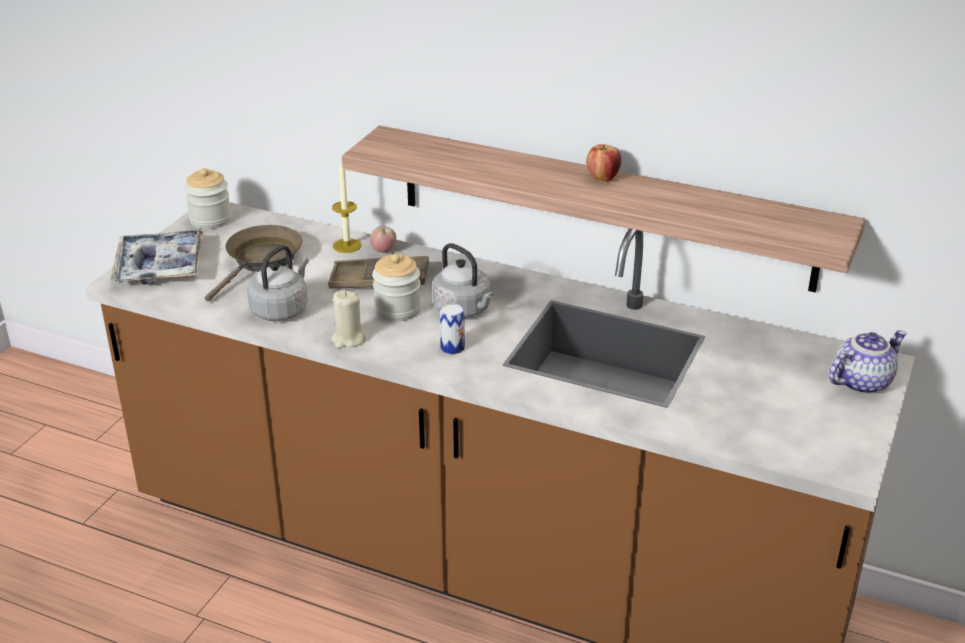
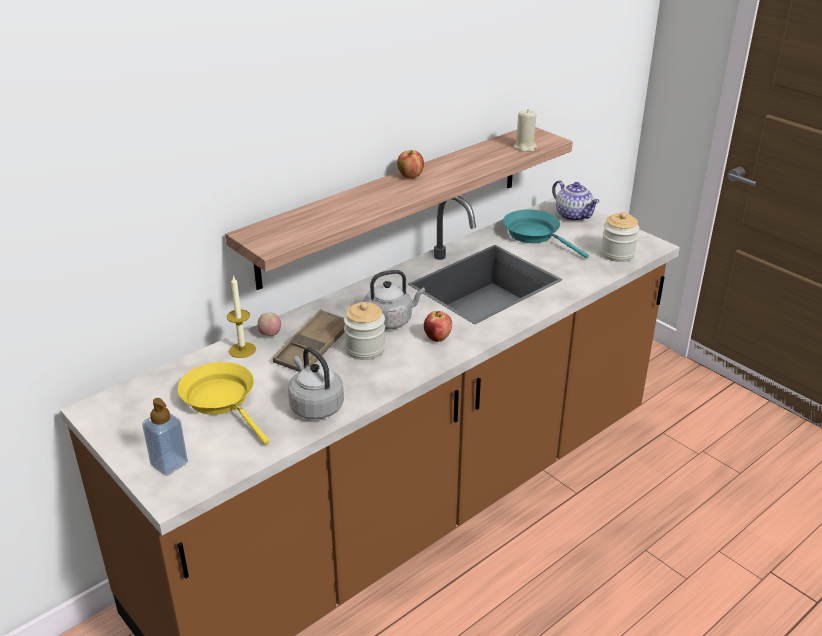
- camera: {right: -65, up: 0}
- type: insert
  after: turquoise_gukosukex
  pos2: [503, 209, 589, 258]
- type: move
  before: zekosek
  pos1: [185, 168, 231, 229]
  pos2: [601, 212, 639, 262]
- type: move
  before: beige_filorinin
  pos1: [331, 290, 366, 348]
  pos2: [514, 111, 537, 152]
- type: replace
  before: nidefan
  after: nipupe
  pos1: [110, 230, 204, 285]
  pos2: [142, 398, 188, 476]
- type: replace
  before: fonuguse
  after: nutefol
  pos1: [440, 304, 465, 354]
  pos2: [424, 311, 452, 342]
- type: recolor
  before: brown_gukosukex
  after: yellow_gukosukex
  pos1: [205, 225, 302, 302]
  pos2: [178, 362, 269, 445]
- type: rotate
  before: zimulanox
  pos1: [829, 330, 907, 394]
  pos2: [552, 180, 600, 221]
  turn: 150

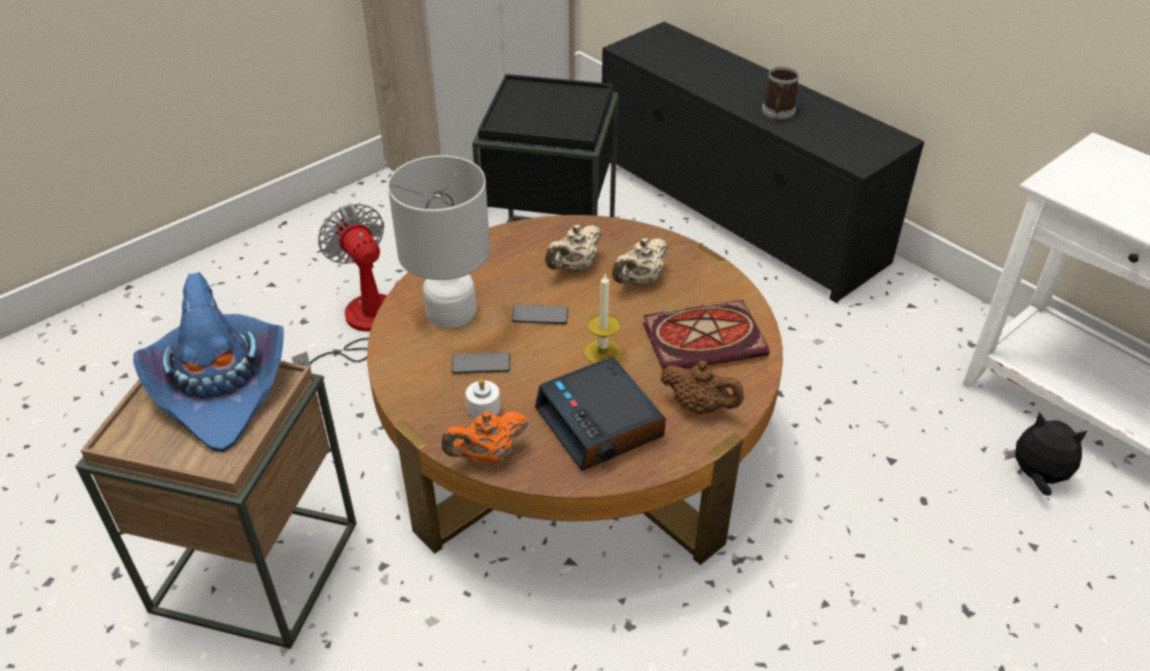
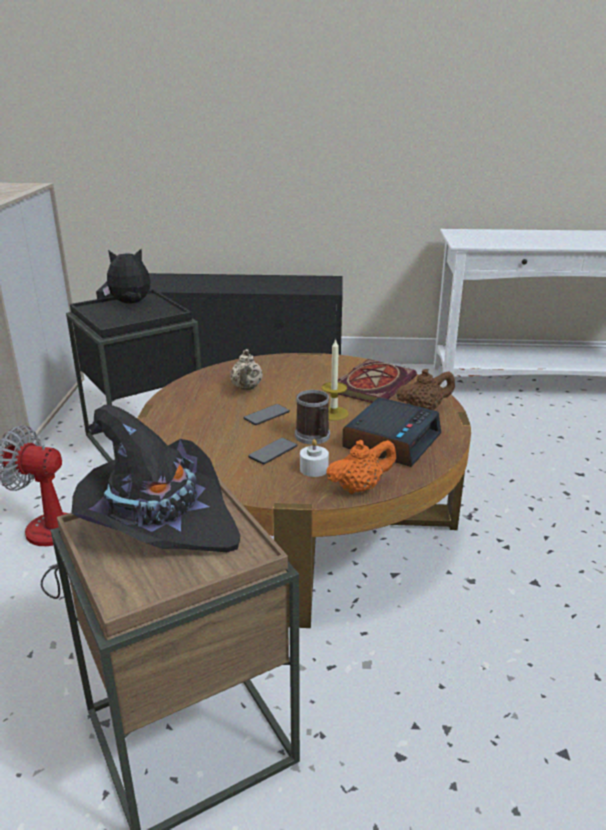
- camera: {right: -45, up: -15}
- type: delete
  before: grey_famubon
  pos1: [388, 155, 490, 328]
- type: delete
  before: beige_zimulanox
  pos1: [612, 238, 668, 286]
- type: move
  before: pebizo
  pos1: [762, 67, 800, 119]
  pos2: [295, 390, 330, 444]
- type: move
  before: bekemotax
  pos1: [1005, 411, 1087, 496]
  pos2: [103, 249, 151, 304]
- type: recolor
  before: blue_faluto
  after: black_faluto
  pos1: [133, 272, 284, 452]
  pos2: [71, 404, 241, 552]
- type: rotate
  before: orange_zimulanox
  pos1: [442, 411, 528, 464]
  pos2: [326, 440, 396, 494]
  turn: -135
- type: rotate
  before: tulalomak
  pos1: [535, 357, 666, 471]
  pos2: [342, 398, 441, 467]
  turn: -75

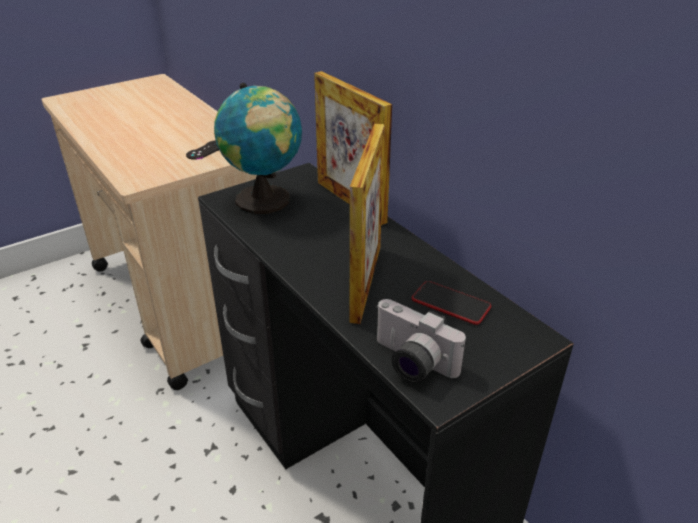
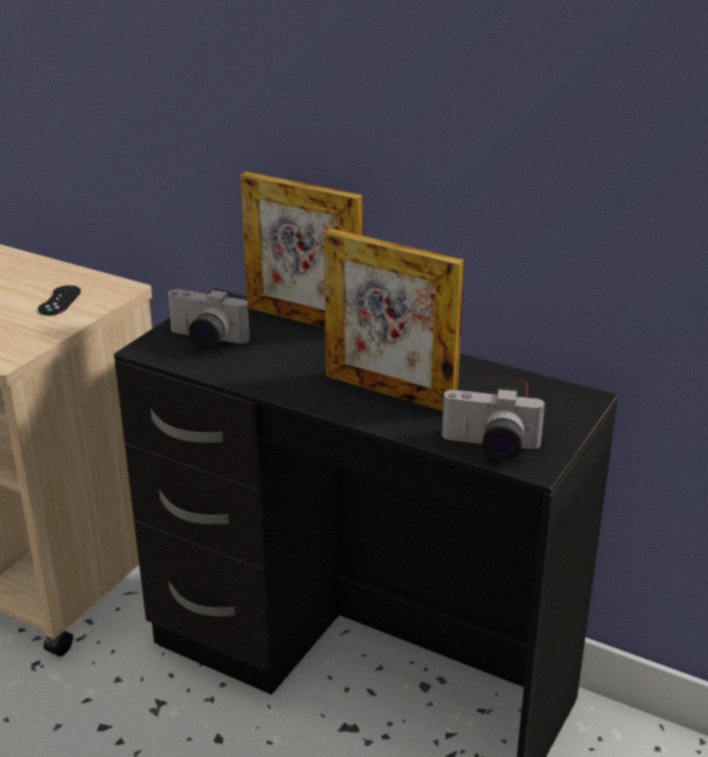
- camera: {right: -25, up: -5}
- type: replace
  before: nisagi
  after: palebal
  pos1: [214, 83, 302, 214]
  pos2: [166, 289, 250, 349]
- type: rotate
  before: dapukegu
  pos1: [350, 124, 385, 324]
  pos2: [324, 228, 465, 412]
  turn: 135

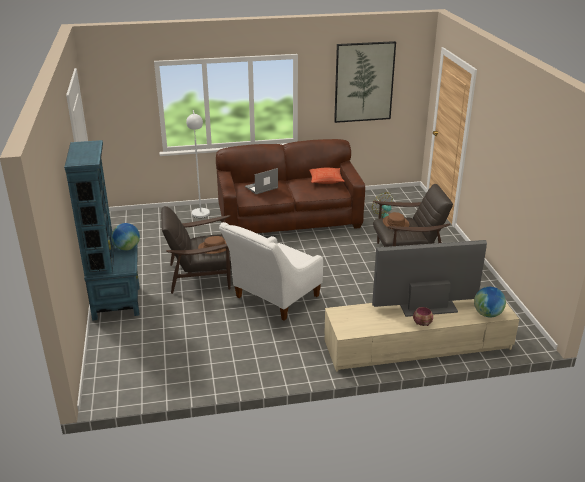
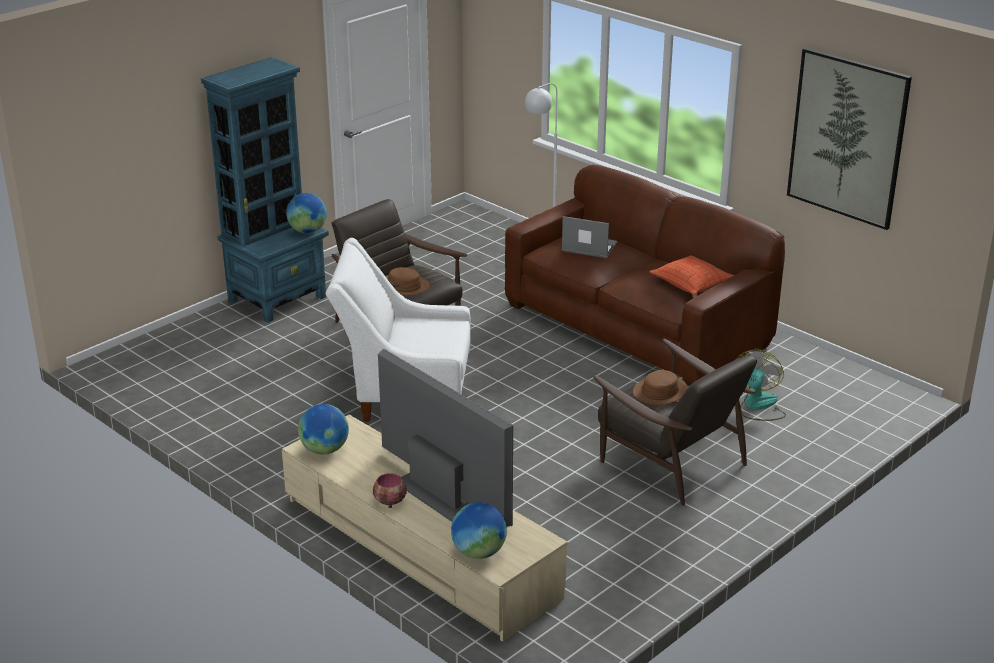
- camera: {right: 55, up: 0}
- type: insert
  after: nisagi
  pos2: [298, 404, 349, 455]

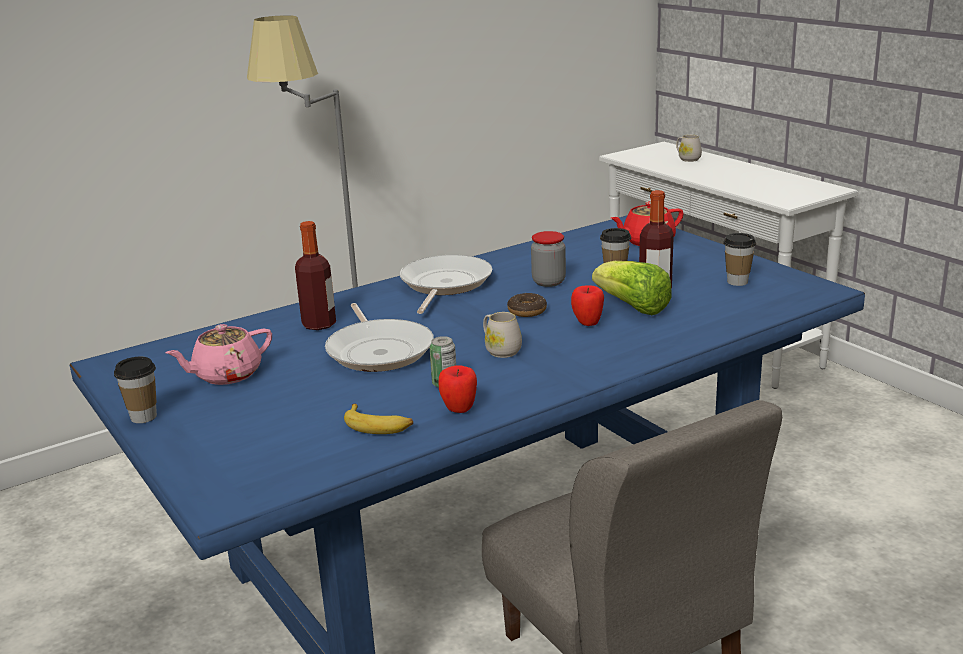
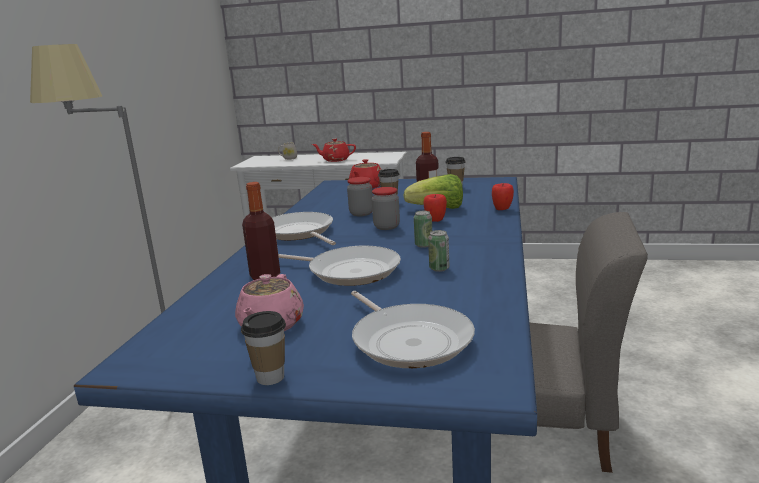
- camera: {right: -45, up: -5}
- type: delete
  before: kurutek
  pos1: [344, 404, 413, 434]
- type: insert
  after: red_zimulanox
  pos2: [312, 138, 356, 162]
- type: insert
  after: gukosukex
  pos2: [351, 291, 475, 368]
- type: move
  before: nutefol
  pos1: [439, 365, 477, 413]
  pos2: [492, 183, 514, 210]
- type: replace
  before: white_pebizo
  after: fonuguse
  pos1: [483, 312, 522, 358]
  pos2: [414, 211, 432, 248]
- type: replace
  before: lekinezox
  after: zekosek
  pos1: [507, 293, 547, 317]
  pos2: [372, 187, 400, 230]

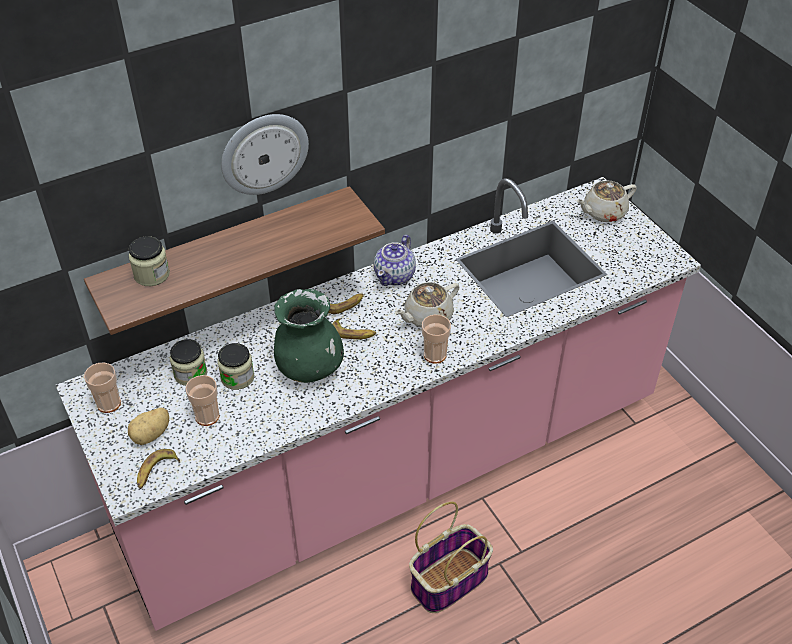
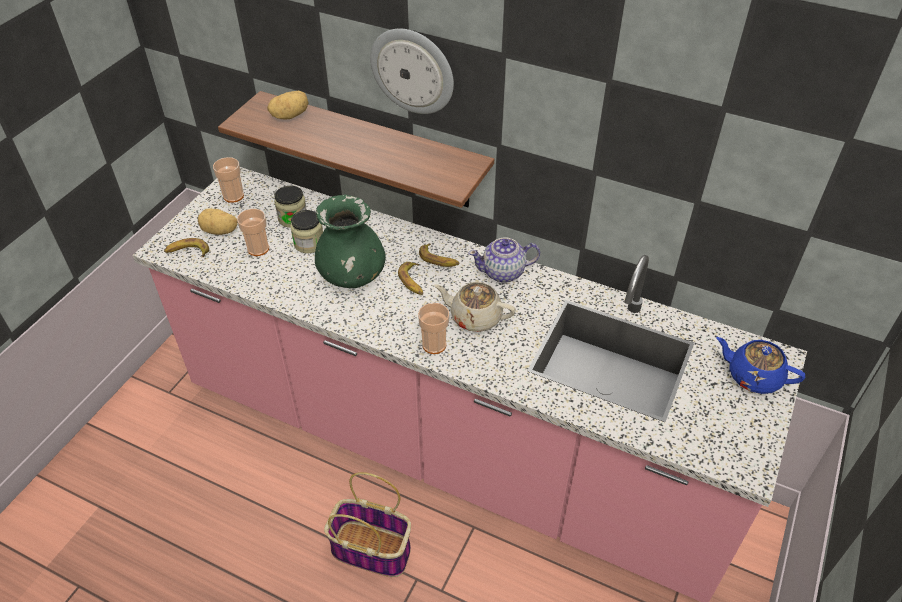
- camera: {right: 55, up: 0}
- type: replace
  before: zekosek
  after: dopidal
  pos1: [129, 236, 170, 286]
  pos2: [267, 91, 308, 120]
- type: recolor
  before: beige_zimulanox
  after: blue_zimulanox
  pos1: [576, 180, 637, 222]
  pos2: [716, 337, 805, 394]

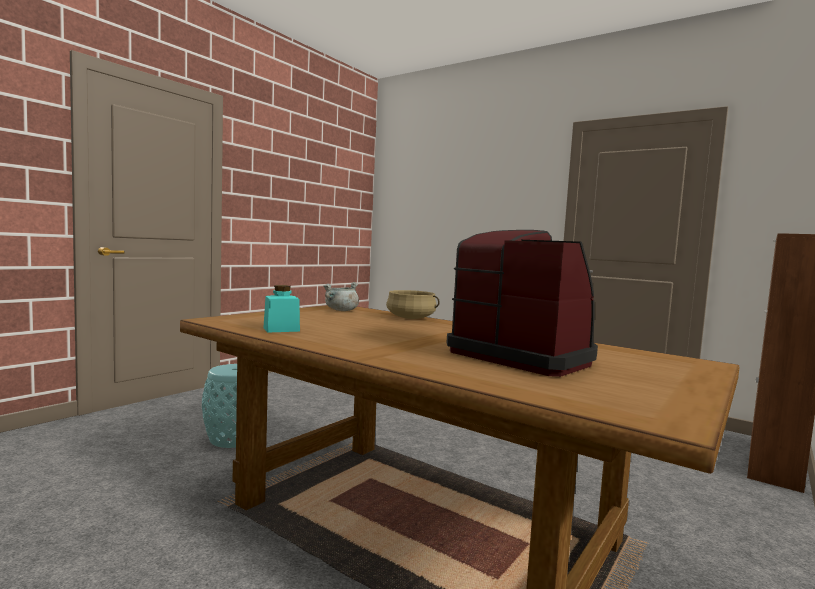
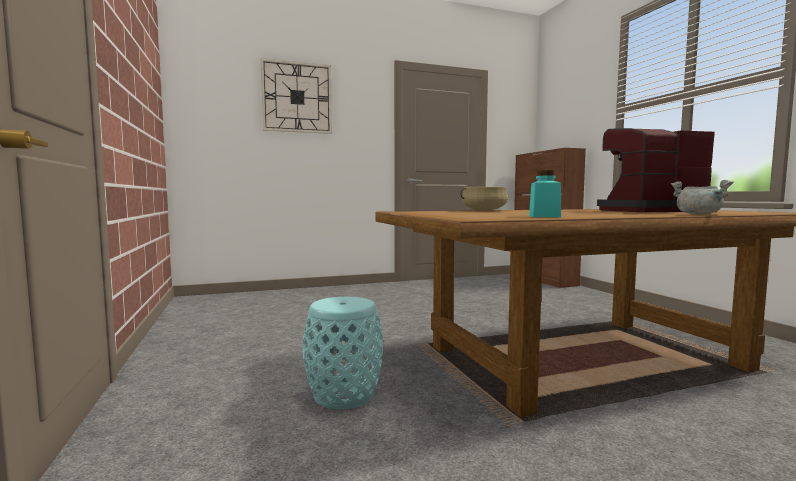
- camera: {right: -55, up: 0}
- type: insert
  after: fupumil
  pos2: [261, 58, 332, 134]
- type: move
  before: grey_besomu
  pos1: [323, 282, 359, 311]
  pos2: [671, 180, 734, 214]

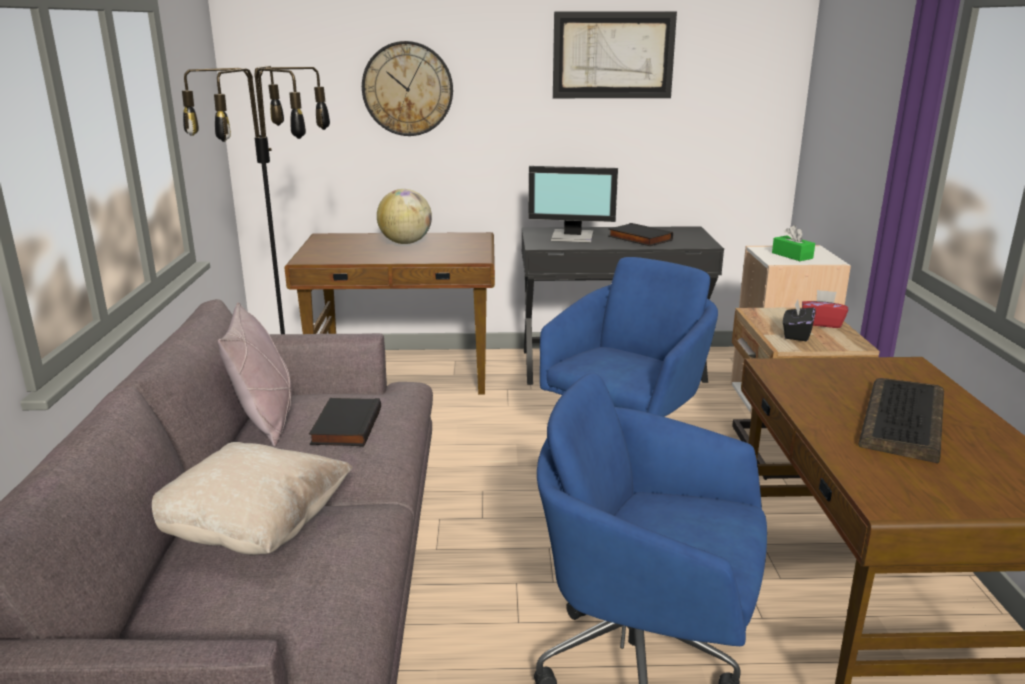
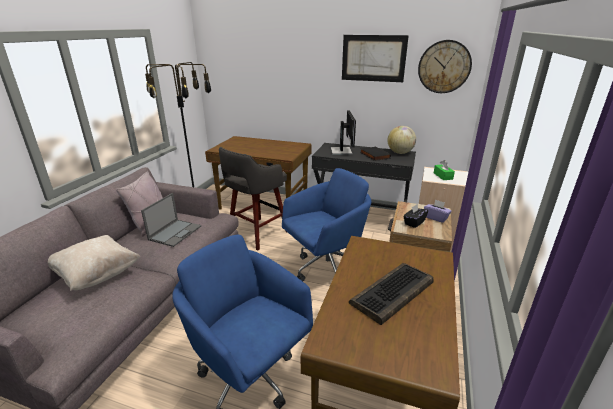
- camera: {right: 20, up: 5}
- type: insert
  after: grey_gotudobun
  pos2: [219, 147, 288, 250]
- type: move
  before: fupumil
  pos1: [362, 41, 453, 136]
  pos2: [418, 40, 472, 93]
- type: move
  before: nisagi
  pos1: [377, 189, 432, 244]
  pos2: [388, 126, 416, 154]
- type: replace
  before: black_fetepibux
  after: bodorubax
  pos1: [309, 398, 381, 446]
  pos2: [141, 193, 201, 247]
- type: recolor
  before: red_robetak
  after: purple_robetak
  pos1: [802, 290, 848, 328]
  pos2: [424, 200, 452, 223]
- type: rotate
  before: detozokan
  pos1: [528, 166, 618, 243]
  pos2: [331, 111, 356, 155]
  turn: -120

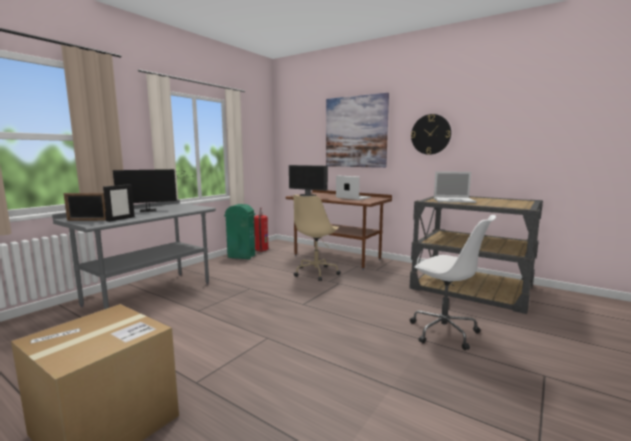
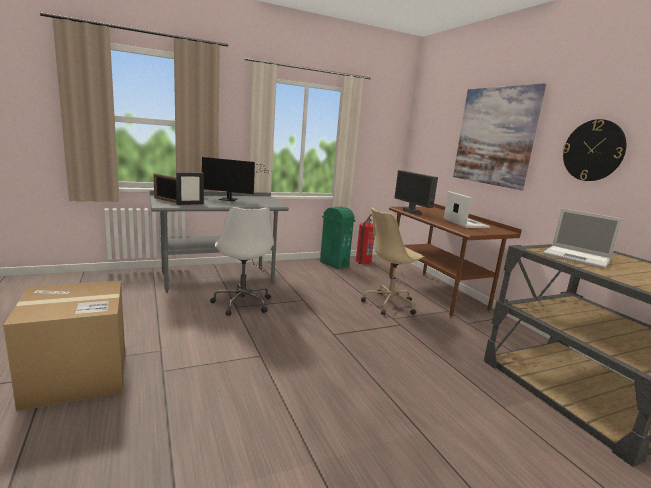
- camera: {right: 30, up: 5}
- type: move
  before: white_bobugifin
  pos1: [410, 215, 496, 350]
  pos2: [210, 207, 274, 316]

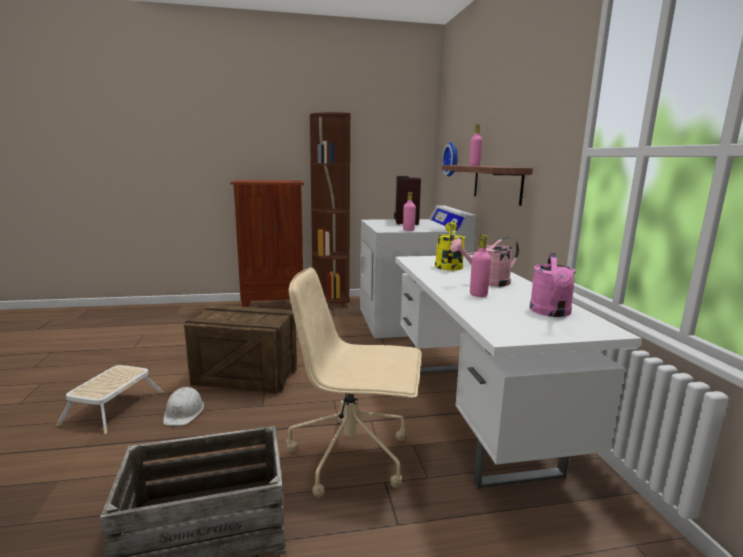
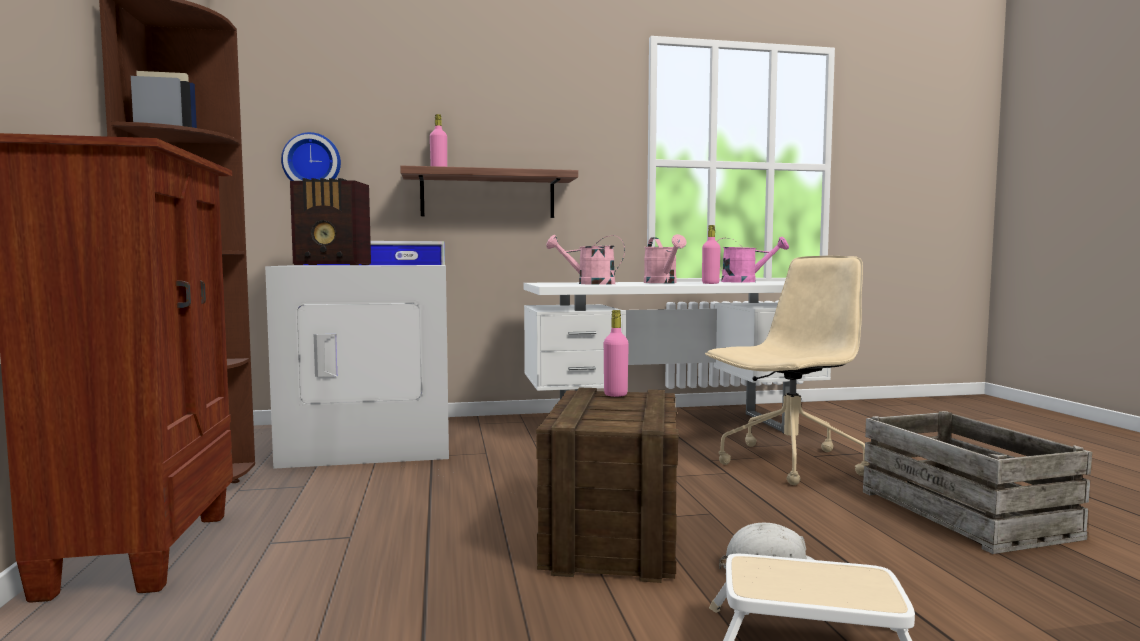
- camera: {right: -90, up: -10}
- type: move
  before: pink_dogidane
  pos1: [403, 192, 416, 231]
  pos2: [604, 310, 629, 397]
- type: recolor
  before: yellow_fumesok
  after: pink_fumesok
  pos1: [435, 222, 465, 271]
  pos2: [546, 235, 625, 285]
- type: rotate
  before: beige_bobugifin
  pos1: [286, 267, 421, 497]
  pos2: [705, 256, 869, 485]
  turn: -135

